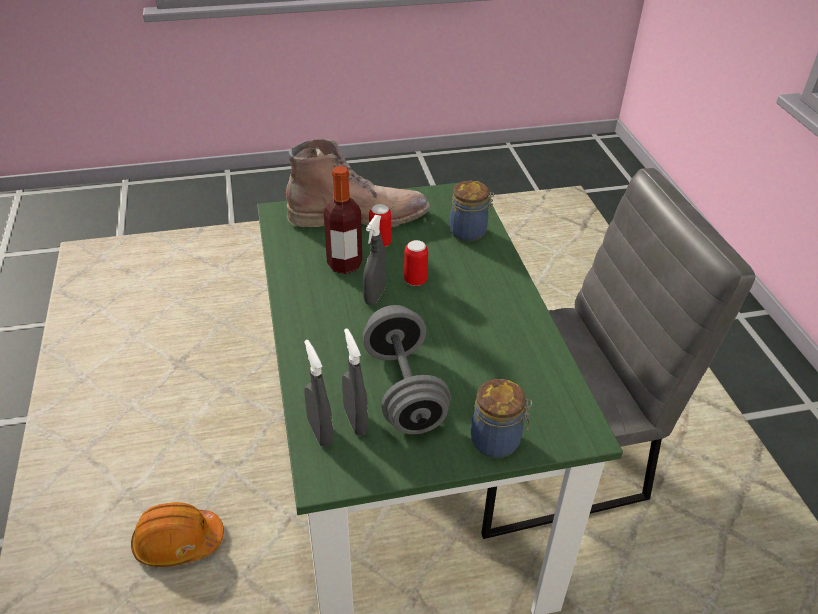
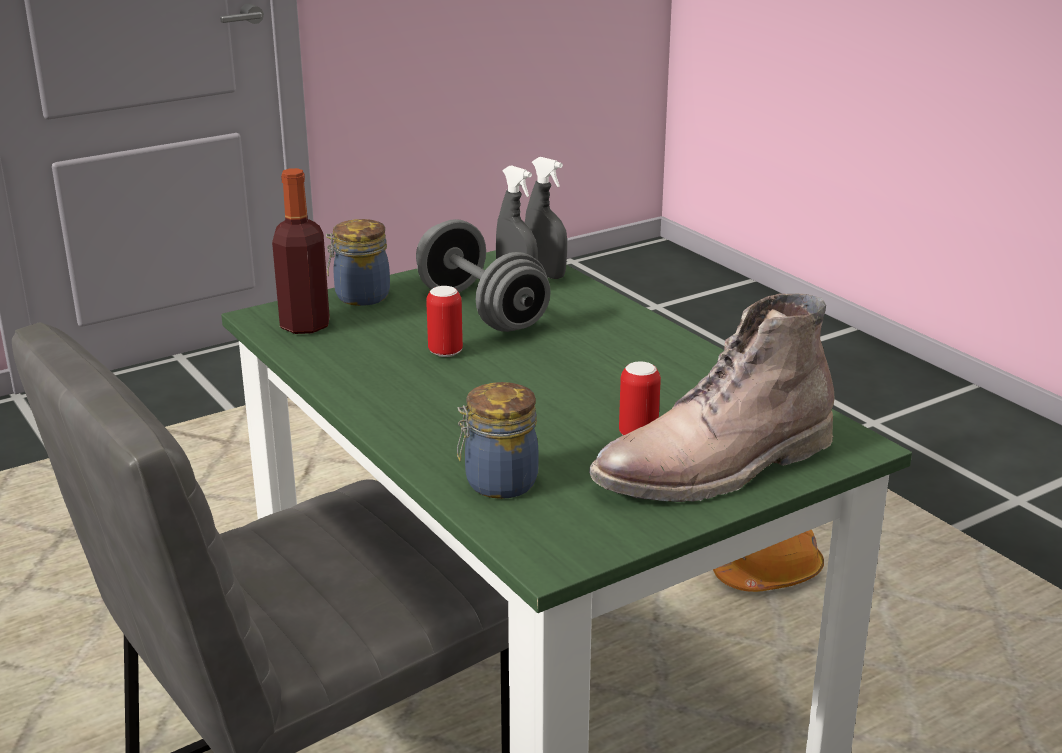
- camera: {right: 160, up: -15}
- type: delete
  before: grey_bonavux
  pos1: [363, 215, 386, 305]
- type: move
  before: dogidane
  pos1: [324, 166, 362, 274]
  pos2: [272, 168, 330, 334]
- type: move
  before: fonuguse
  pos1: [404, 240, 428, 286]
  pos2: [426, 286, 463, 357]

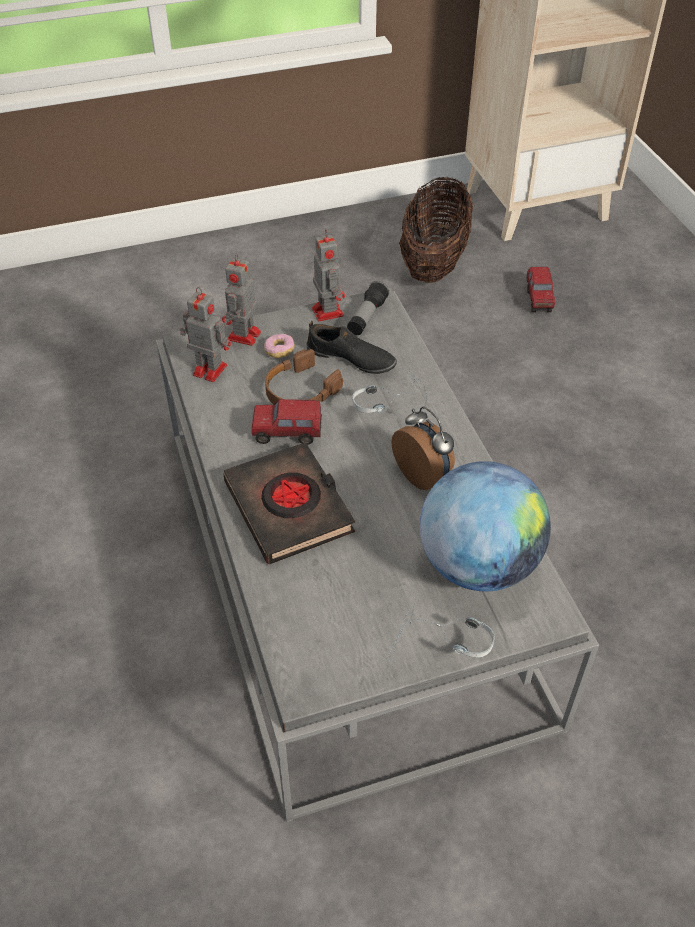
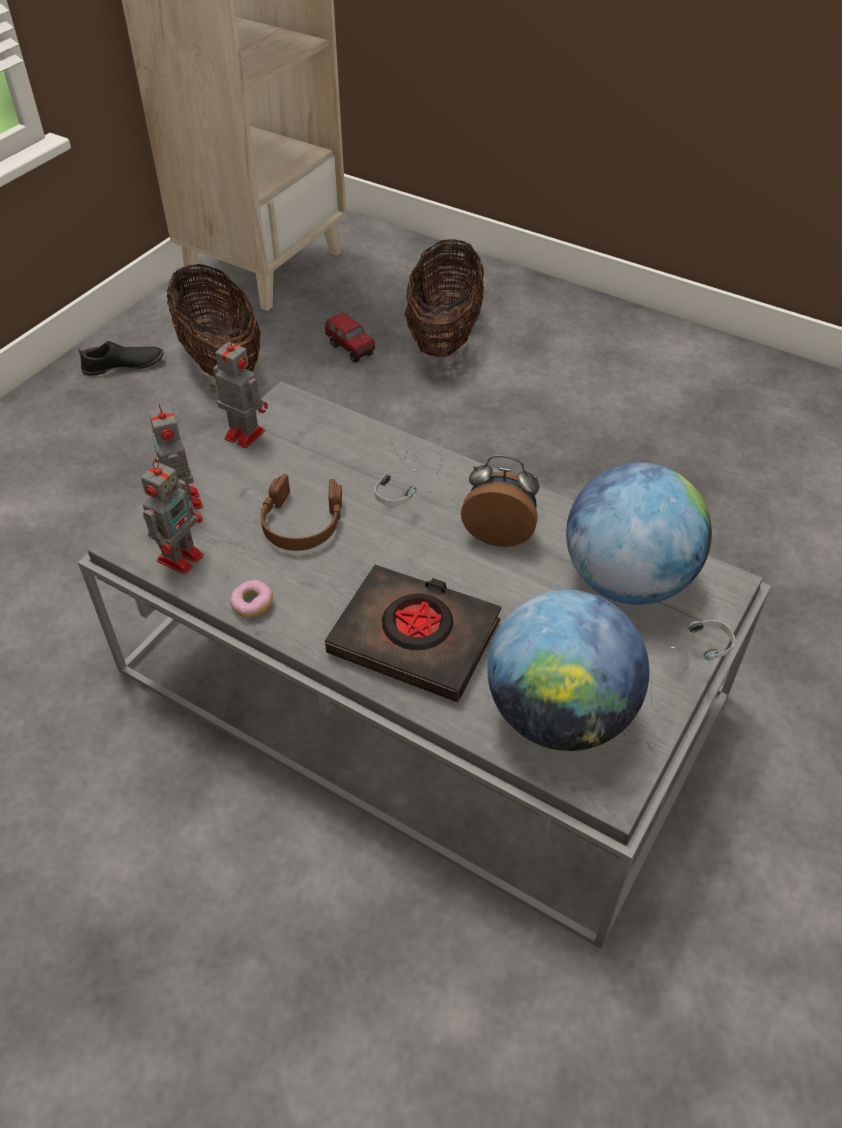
- camera: {right: -40, up: 0}
- type: delete
  before: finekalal
  pos1: [252, 399, 322, 445]
- type: delete
  before: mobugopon
  pos1: [347, 281, 389, 335]
- type: insert
  after: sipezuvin
  pos2: [405, 239, 484, 357]
- type: insert
  after: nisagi
  pos2: [487, 590, 649, 751]
- type: move
  before: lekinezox
  pos1: [264, 334, 295, 358]
  pos2: [230, 580, 273, 618]
- type: move
  before: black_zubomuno
  pos1: [307, 321, 397, 374]
  pos2: [79, 341, 163, 376]
- type: rotate
  before: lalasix
  pos1: [180, 287, 231, 382]
  pos2: [141, 459, 204, 574]
  turn: 135

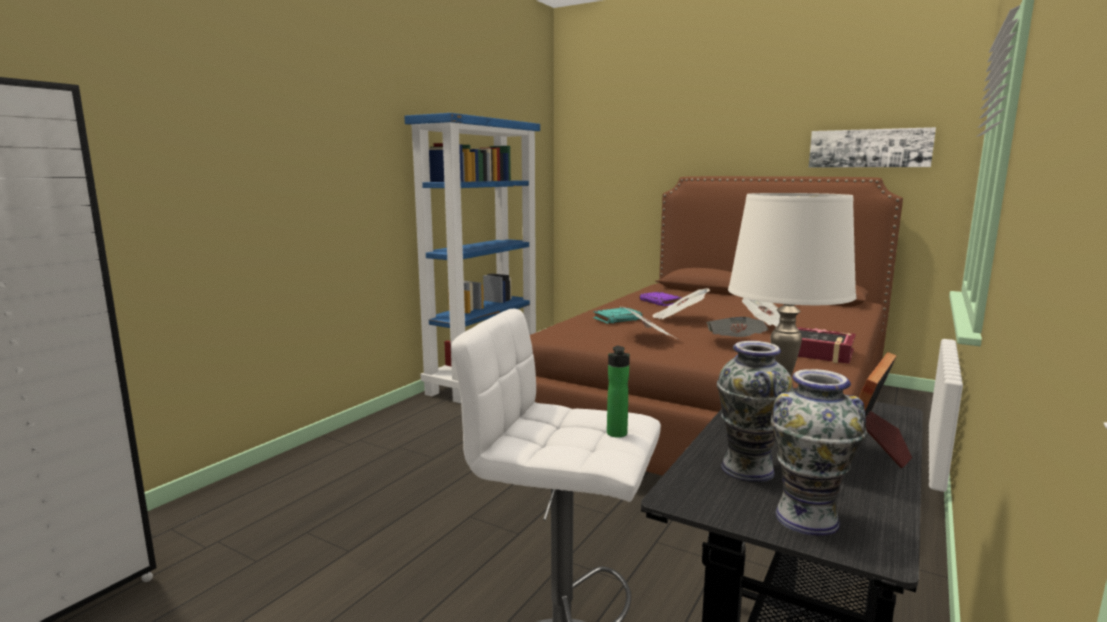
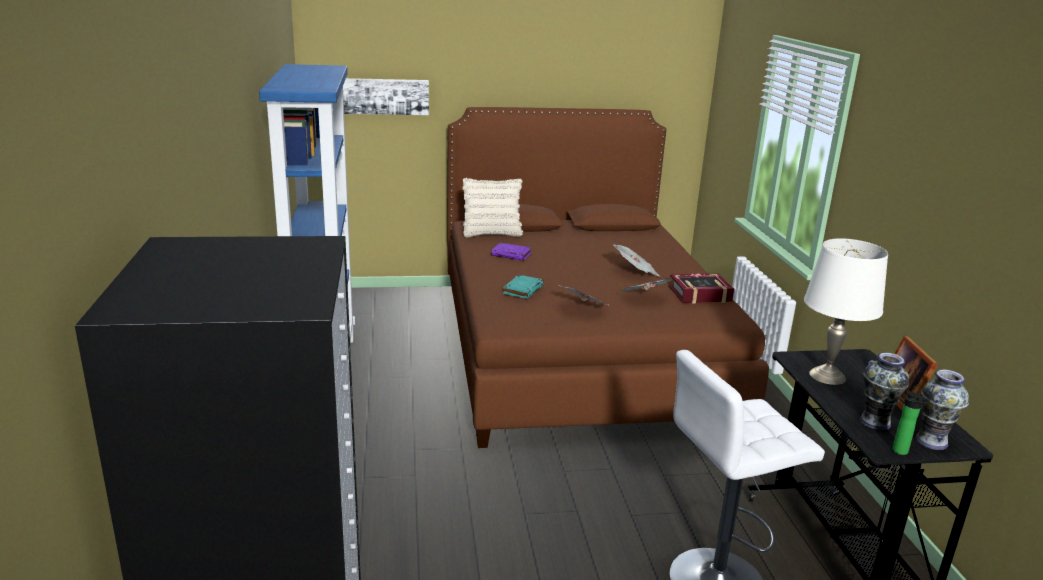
- camera: {right: -40, up: 10}
- type: delete
  before: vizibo
  pos1: [652, 288, 710, 320]
- type: insert
  after: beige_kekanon
  pos2: [462, 178, 523, 237]
- type: move
  before: dogidane
  pos1: [607, 346, 630, 438]
  pos2: [892, 392, 930, 455]
- type: move
  before: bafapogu
  pos1: [809, 127, 936, 168]
  pos2: [343, 78, 429, 115]

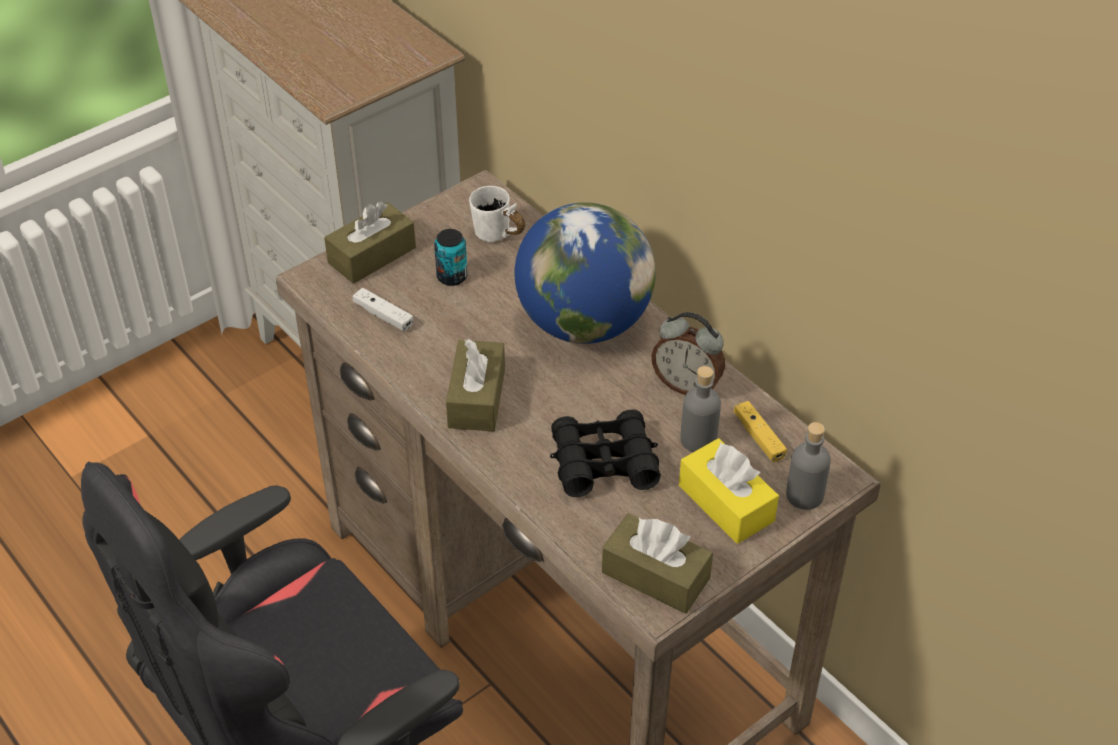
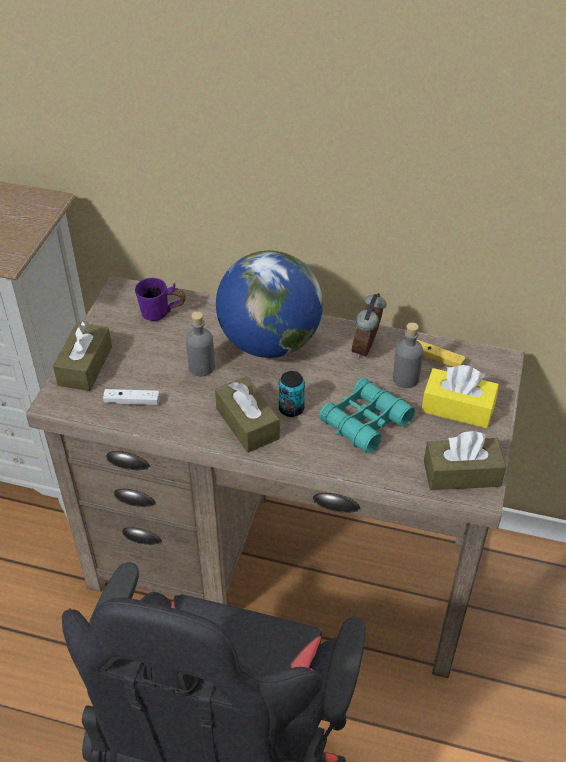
- camera: {right: -35, up: 0}
- type: move
  before: fonuguse
  pos1: [434, 229, 468, 286]
  pos2: [279, 371, 305, 417]
- type: move
  before: grey_dogidane
  pos1: [786, 422, 831, 510]
  pos2: [186, 311, 215, 376]
- type: recolor
  before: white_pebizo
  after: purple_pebizo
  pos1: [469, 186, 525, 242]
  pos2: [135, 278, 185, 321]
- type: recolor
  before: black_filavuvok
  after: turquoise_filavuvok
  pos1: [550, 409, 661, 497]
  pos2: [319, 377, 415, 453]
- type: rotate
  before: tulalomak
  pos1: [651, 312, 725, 395]
  pos2: [352, 293, 386, 359]
  turn: 120

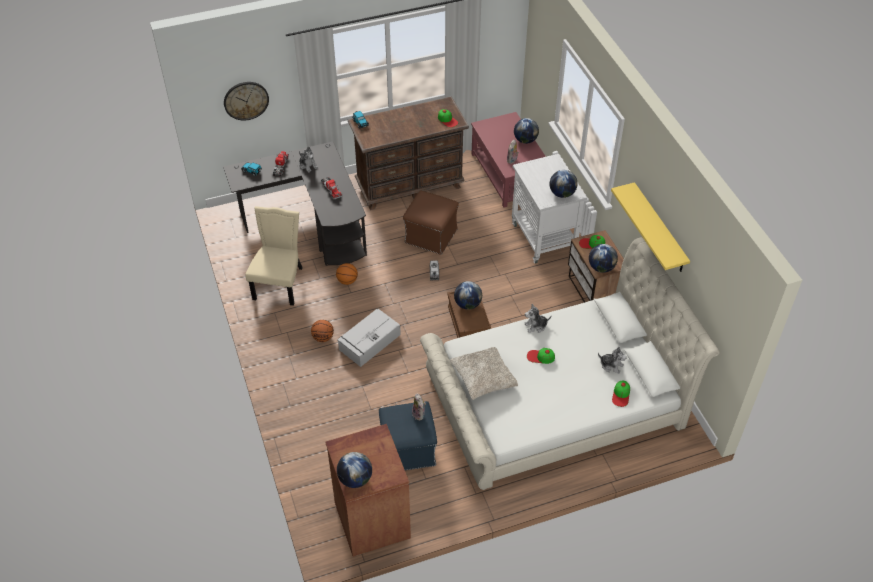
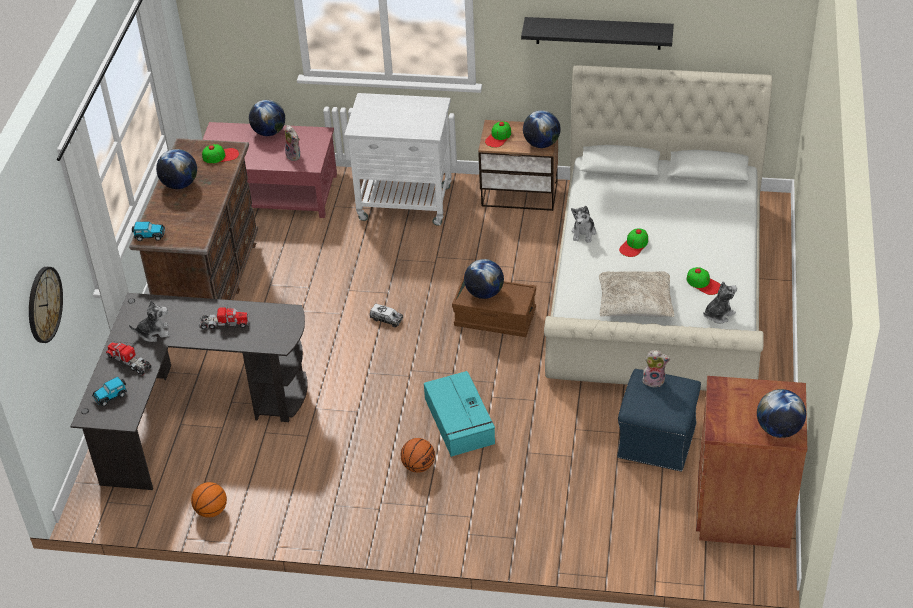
- camera: {right: -60, up: -5}
- type: delete
  before: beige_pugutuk
  pos1: [245, 206, 303, 306]
- type: delete
  before: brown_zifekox
  pos1: [403, 191, 459, 255]
- type: move
  before: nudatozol
  pos1: [336, 263, 358, 285]
  pos2: [191, 482, 227, 518]
- type: move
  before: nisagi
  pos1: [549, 170, 578, 198]
  pos2: [156, 149, 197, 189]
- type: move
  before: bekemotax
  pos1: [598, 347, 627, 374]
  pos2: [703, 281, 737, 324]
- type: move
  before: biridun
  pos1: [612, 380, 630, 407]
  pos2: [687, 267, 721, 295]
- type: recolor
  before: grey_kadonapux
  after: turquoise_kadonapux
  pos1: [337, 309, 401, 367]
  pos2: [424, 371, 495, 457]
- type: recolor
  before: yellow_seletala
  after: black_seletala
  pos1: [611, 182, 690, 272]
  pos2: [521, 17, 674, 50]

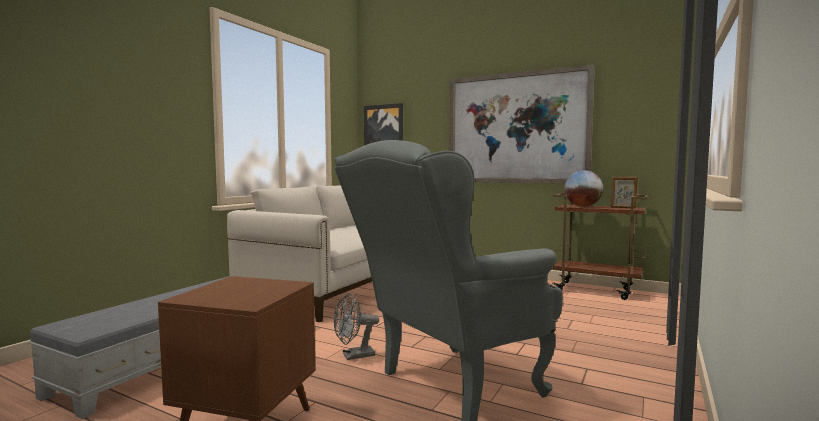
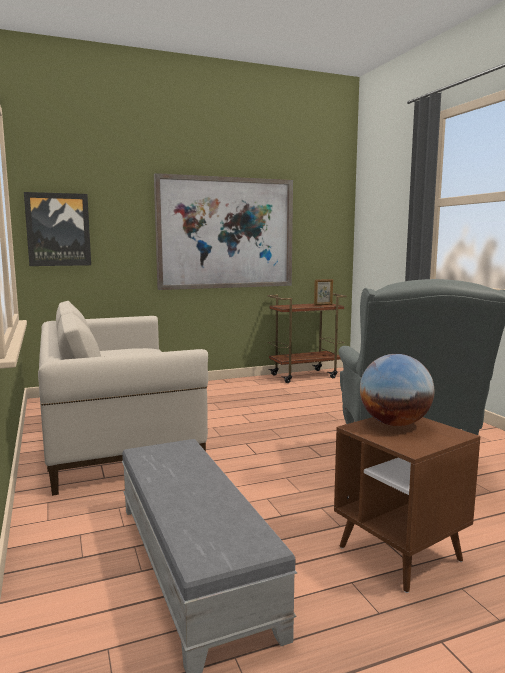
- camera: {right: -50, up: 5}
- type: delete
  before: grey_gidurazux
  pos1: [334, 293, 379, 360]
- type: move
  before: nisagi
  pos1: [564, 170, 603, 207]
  pos2: [360, 354, 434, 426]

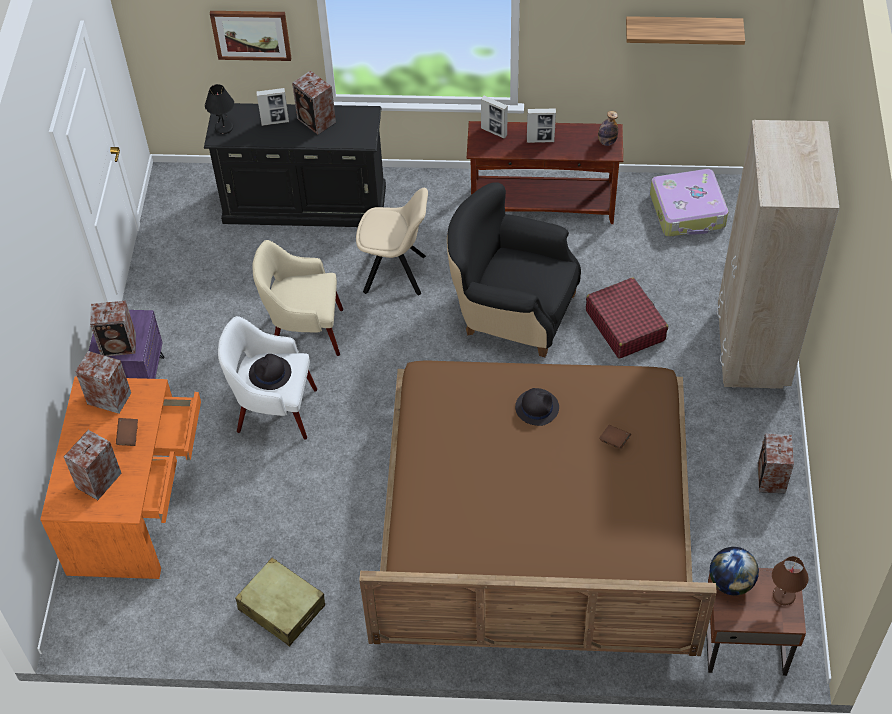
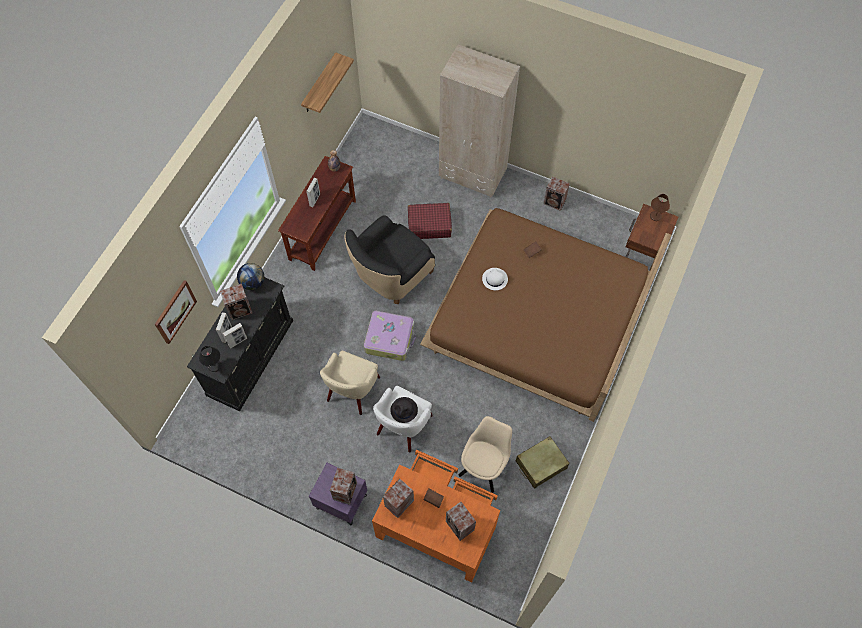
- camera: {right: -70, up: 10}
- type: move
  before: beige_pugutuk
  pos1: [356, 188, 428, 296]
  pos2: [458, 416, 512, 493]
- type: move
  before: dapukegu
  pos1: [481, 95, 508, 138]
  pos2: [223, 323, 247, 348]
- type: move
  before: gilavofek
  pos1: [650, 169, 728, 237]
  pos2: [364, 311, 416, 361]
- type: move
  before: nisagi
  pos1: [710, 547, 759, 595]
  pos2: [237, 263, 264, 290]
- type: recolor
  before: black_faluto
  after: white_faluto
  pos1: [515, 388, 559, 426]
  pos2: [482, 268, 508, 290]

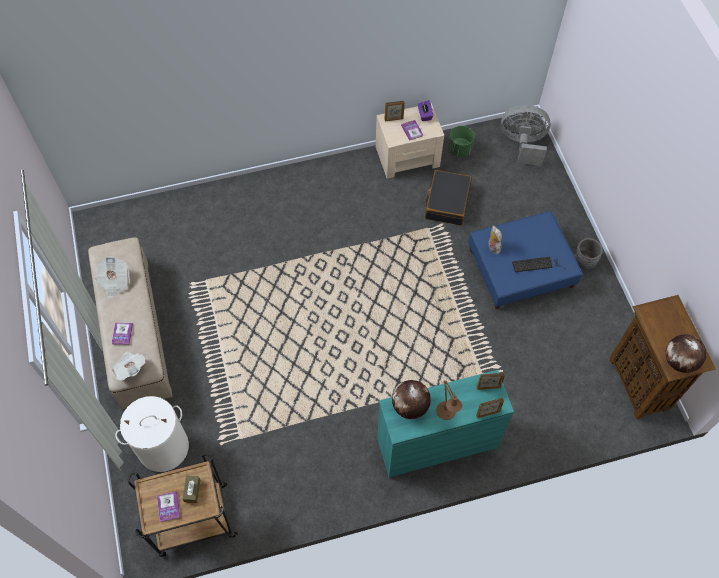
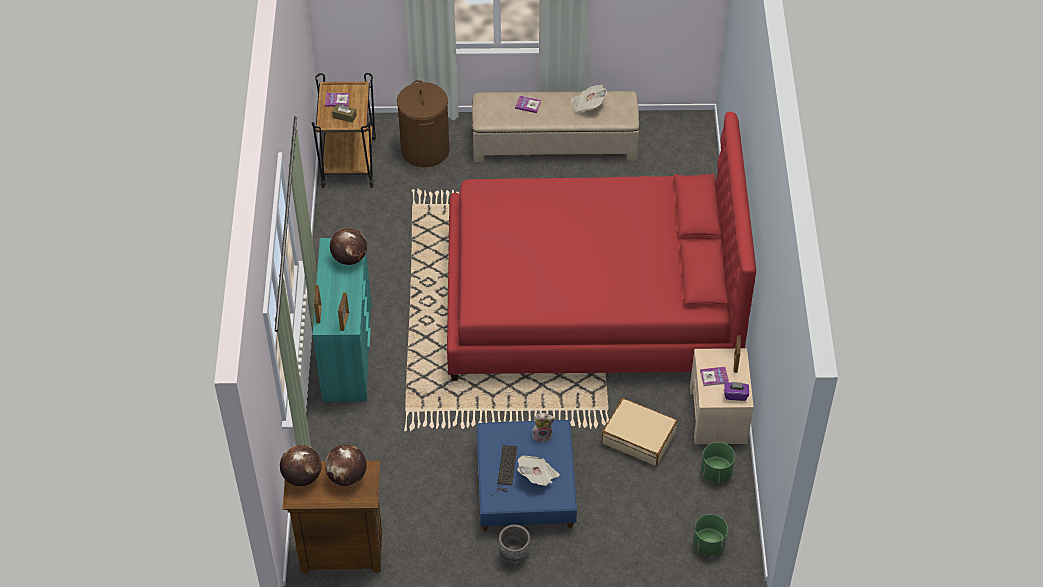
- camera: {right: 105, up: -10}
- type: delete
  before: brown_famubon
  pos1: [436, 380, 462, 420]
- type: insert
  after: nisagi
  pos2: [325, 444, 366, 486]
- type: insert
  after: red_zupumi
  pos2: [447, 112, 756, 381]
- type: move
  before: vizibo
  pos1: [111, 352, 145, 380]
  pos2: [517, 455, 560, 486]
- type: replace
  before: grey_gidurazux
  after: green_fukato
  pos1: [501, 105, 551, 166]
  pos2: [693, 514, 728, 556]
- type: recolor
  before: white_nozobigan
  after: brown_nozobigan
  pos1: [115, 396, 189, 472]
  pos2: [397, 80, 450, 167]
- type: recolor
  before: black_gilavofek
  after: beige_gilavofek
  pos1: [425, 170, 472, 225]
  pos2: [602, 398, 678, 466]

